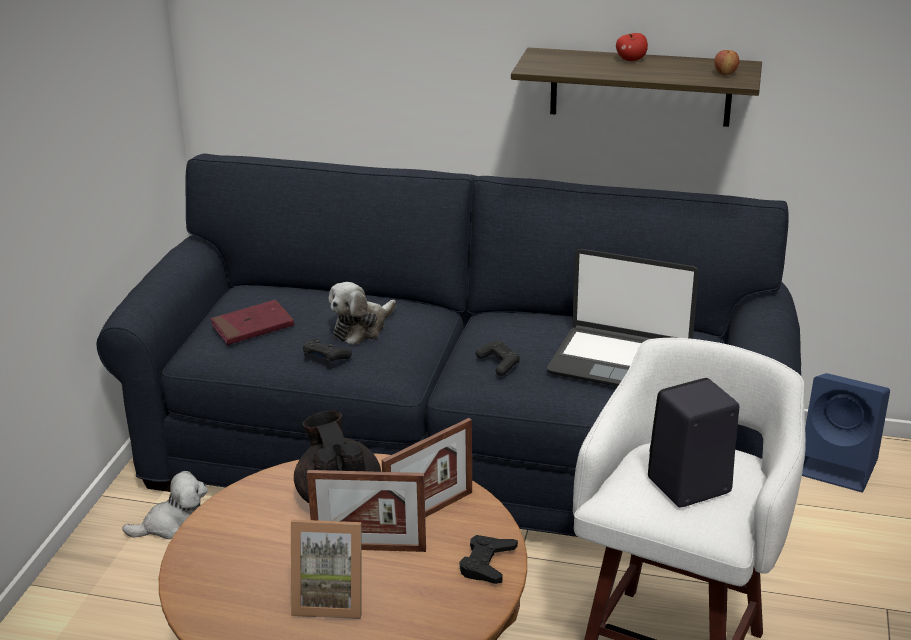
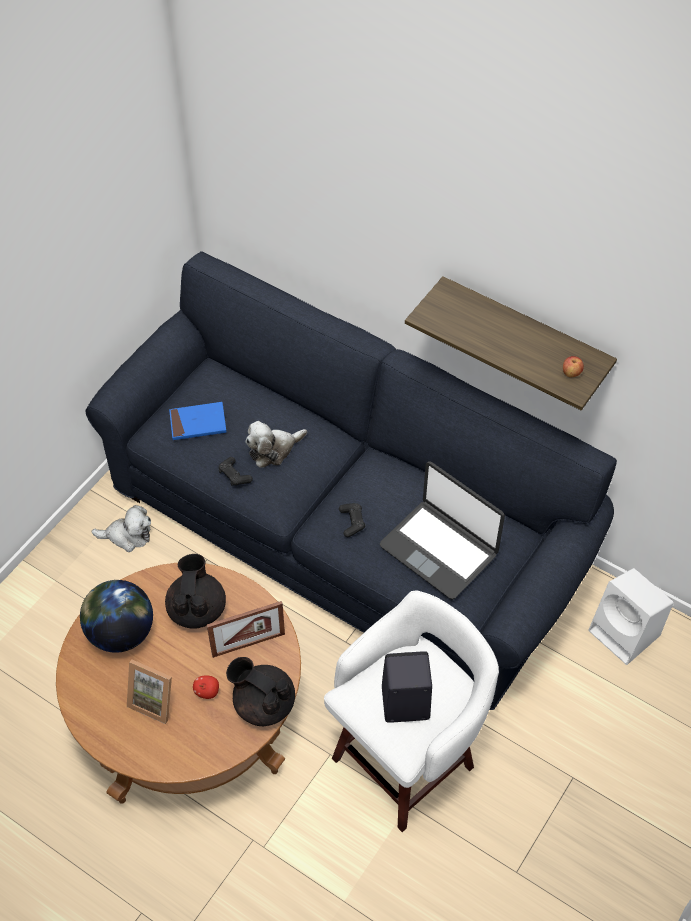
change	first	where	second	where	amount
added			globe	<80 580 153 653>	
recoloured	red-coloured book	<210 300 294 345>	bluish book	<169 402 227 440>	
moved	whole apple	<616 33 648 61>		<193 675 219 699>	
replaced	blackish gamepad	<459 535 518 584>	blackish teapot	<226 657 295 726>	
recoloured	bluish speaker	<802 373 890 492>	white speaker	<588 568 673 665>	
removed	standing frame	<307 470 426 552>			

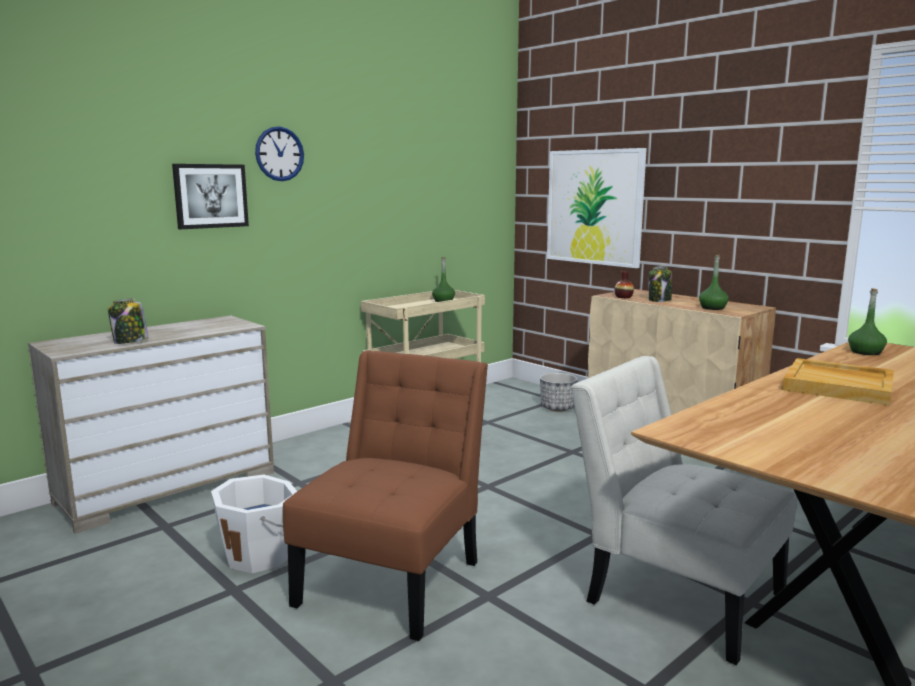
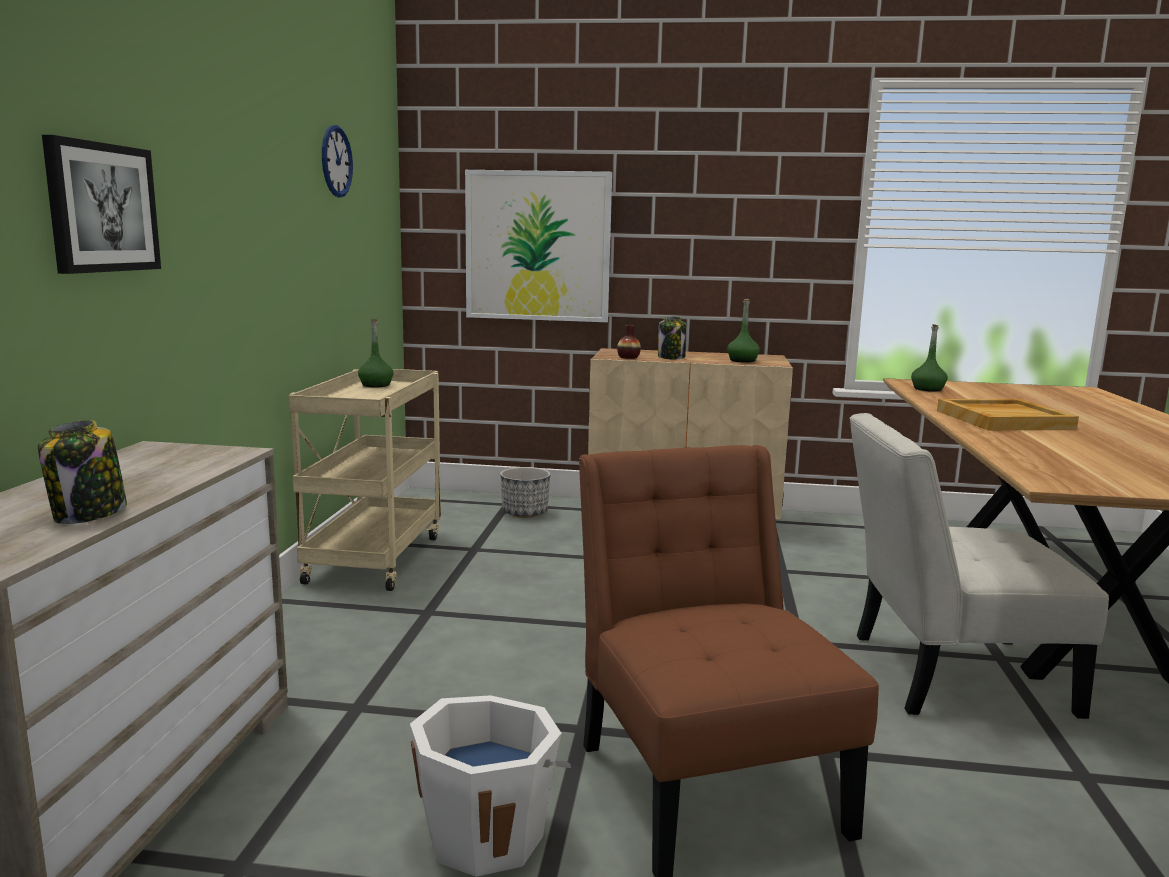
change	first	where	second	where	amount
moved	wall clock	<255 126 304 181>		<322 125 353 197>	

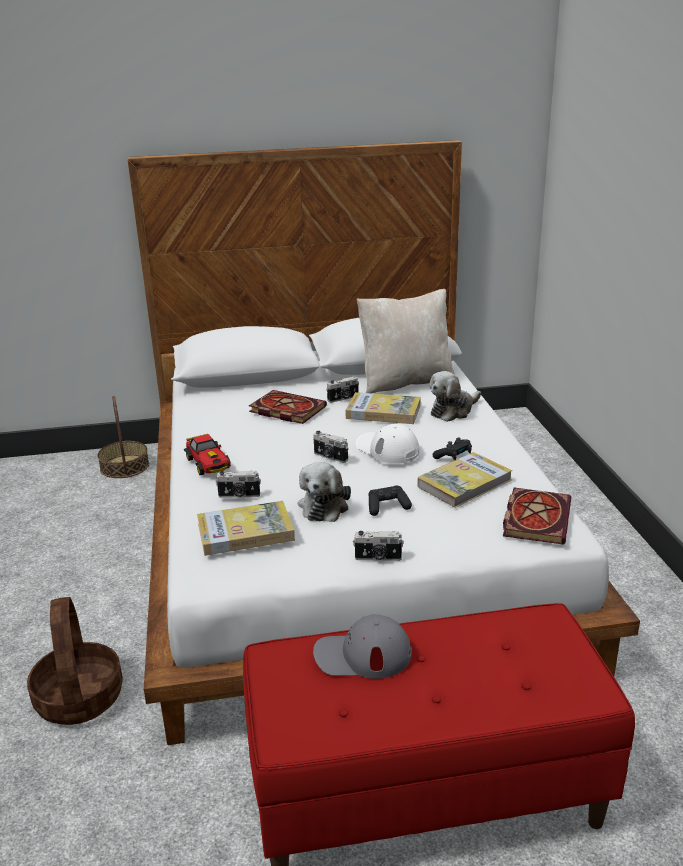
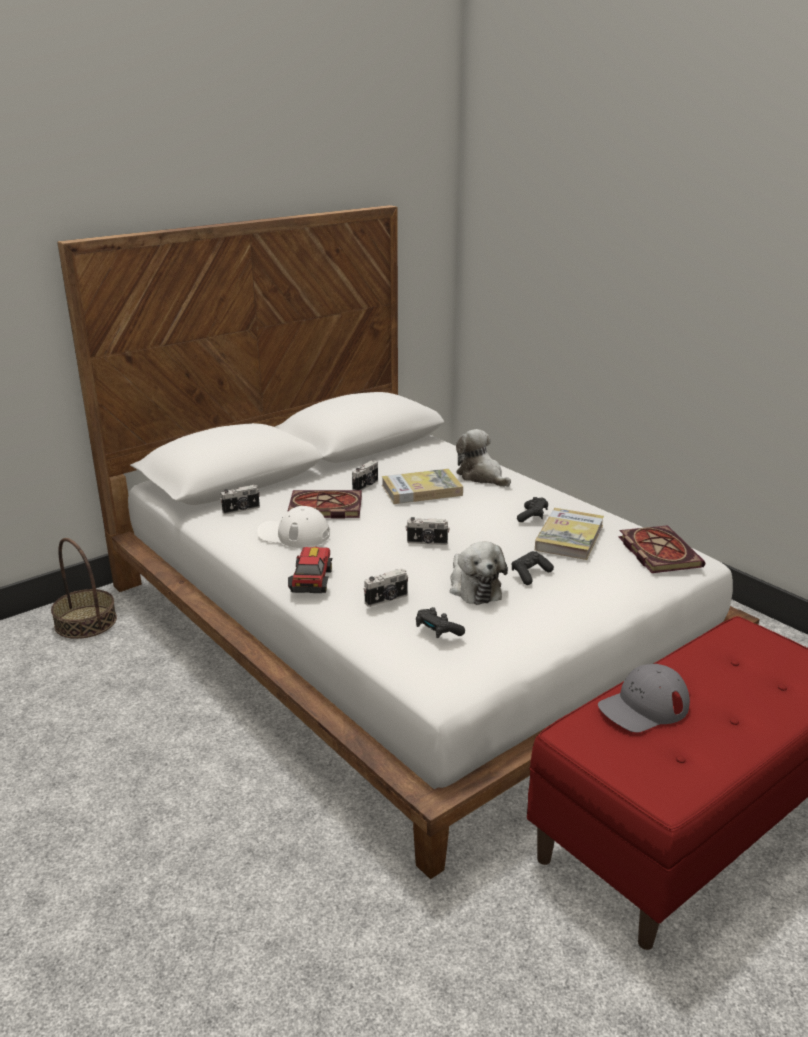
change	first	where	second	where	amount
moved	photo camera	<353 531 404 561>		<220 485 260 514>	
moved	white cap	<355 424 420 464>		<258 506 330 548>	
turned	toy car	<183 434 231 475>		<288 546 332 593>	120 degrees counterclockwise
replaced	book	<197 501 295 556>	blackish gamepad	<416 607 465 638>	
turned	cuddly toy	<429 371 481 422>		<456 429 511 487>	120 degrees clockwise
removed	basket	<27 597 123 725>			
removed	sand-coloured throw pillow	<357 289 455 393>			

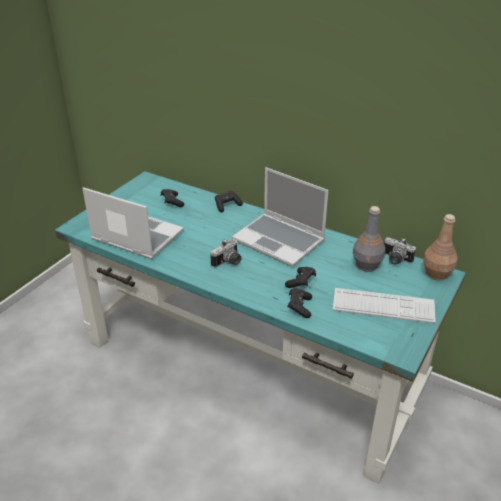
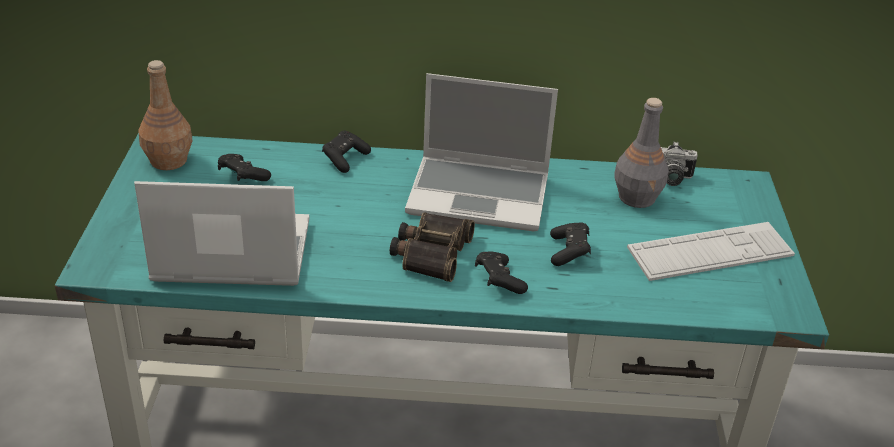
change	first	where	second	where	amount
moved	brown drink bottle	<423 214 458 281>		<139 60 192 170>	
replaced	photo camera	<211 239 241 267>	binoculars	<390 212 475 282>	
moved	blackish gamepad	<287 288 312 318>		<475 251 528 294>	

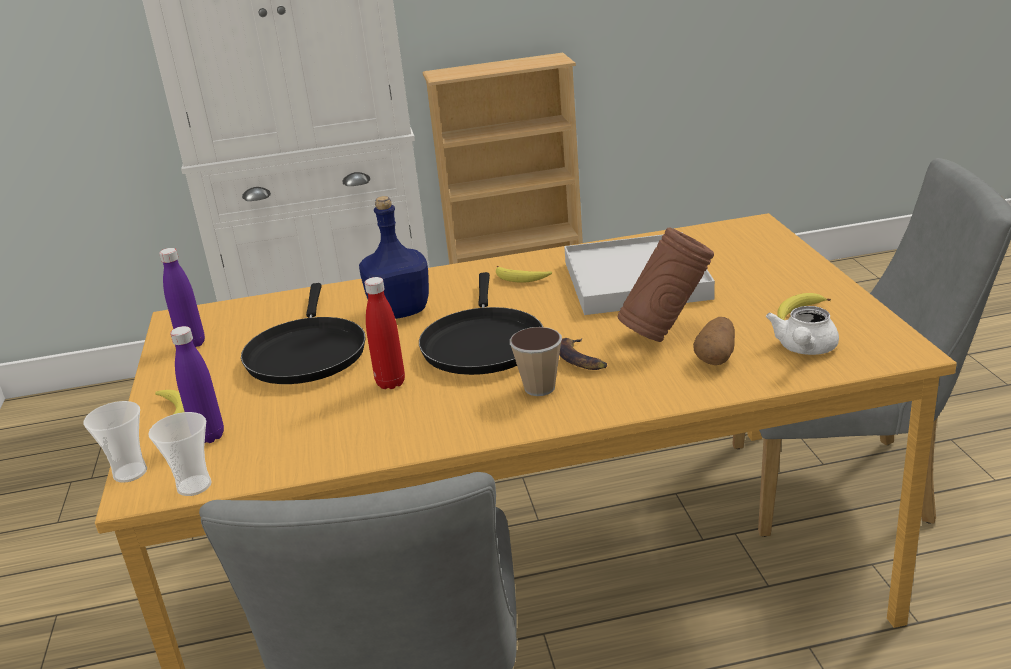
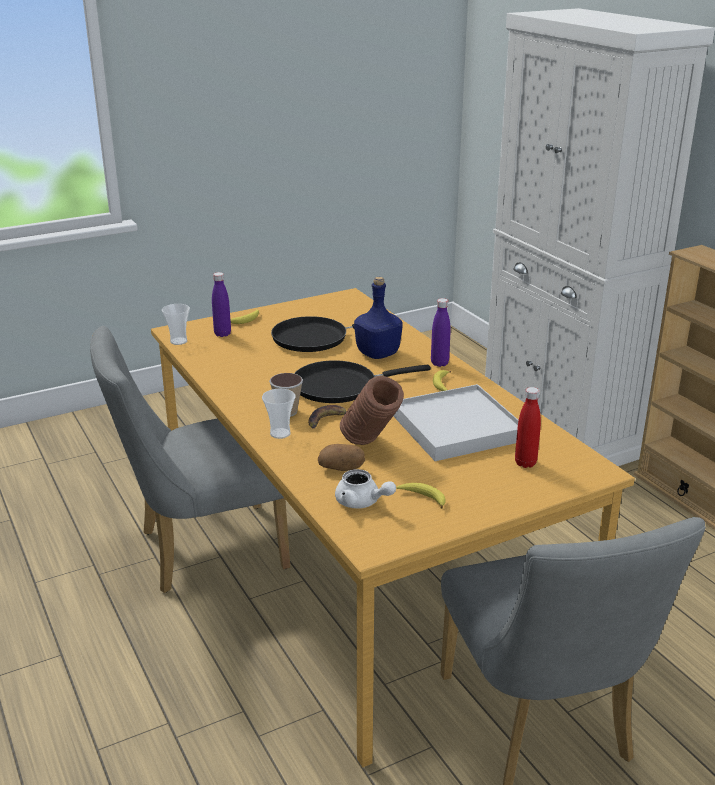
change	first	where	second	where	amount
moved	small cup	<83 401 147 483>		<262 389 296 439>	
turned	white teapot	<766 306 839 355>		<335 469 396 509>	150 degrees counterclockwise
moved	purple drink bottle	<159 248 205 347>		<431 298 451 367>	
moved	red-coloured drink bottle	<364 277 405 389>		<515 387 541 468>	

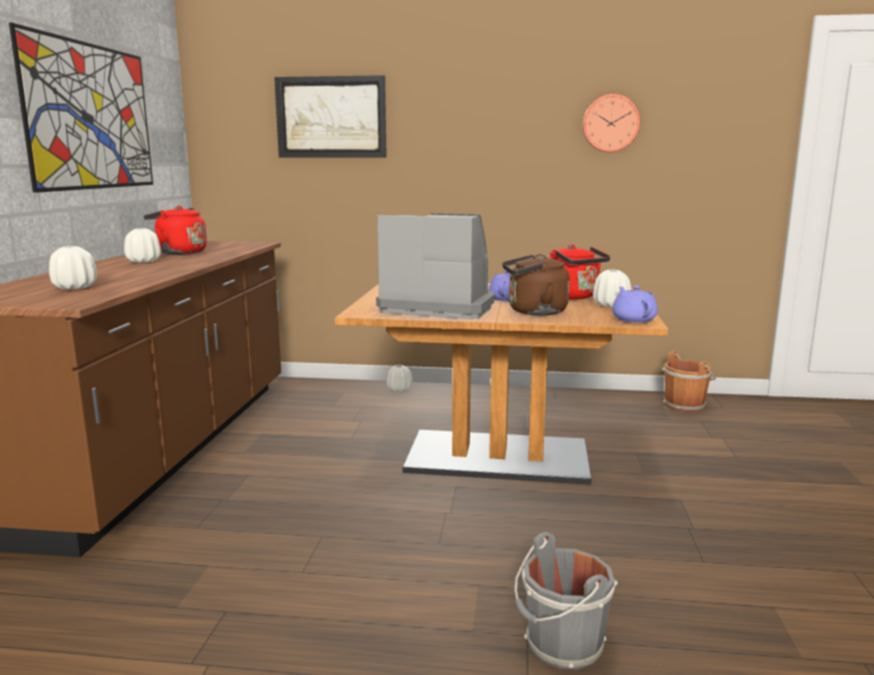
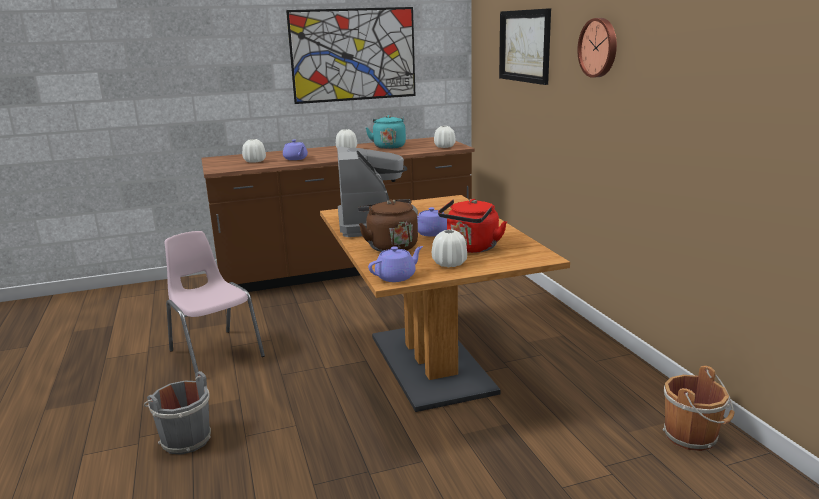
change	first	where	second	where	amount
added			pink upright chair	<164 231 265 373>	
added			purple teapot	<283 140 308 160>	
recoloured	red-coloured water kettle	<144 206 207 254>	turquoise water kettle	<366 115 406 149>	
moved	white decorative vase	<387 365 413 392>		<434 126 455 148>	
moved	wall clock	<583 94 640 152>		<578 18 617 78>	

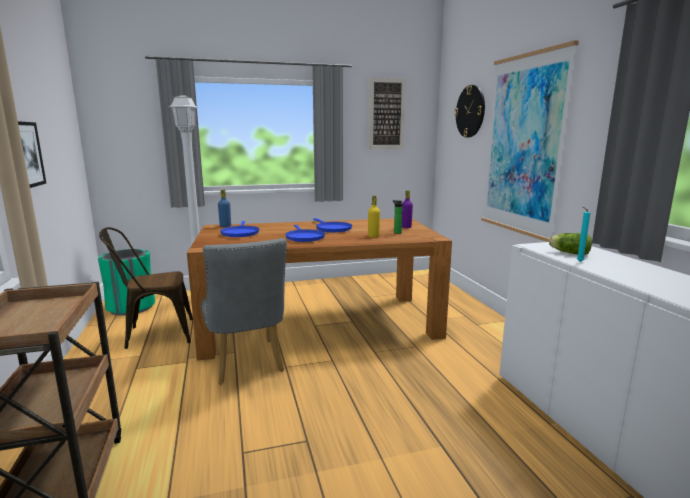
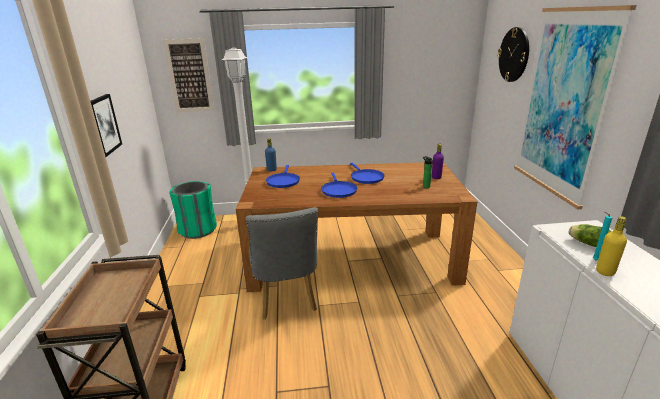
change	first	where	second	where	amount
moved	wall art	<369 77 406 149>		<163 38 214 112>	
moved	yellowish drink bottle	<368 196 380 237>		<596 216 627 276>	
removed	brown upright chair	<99 227 193 349>			

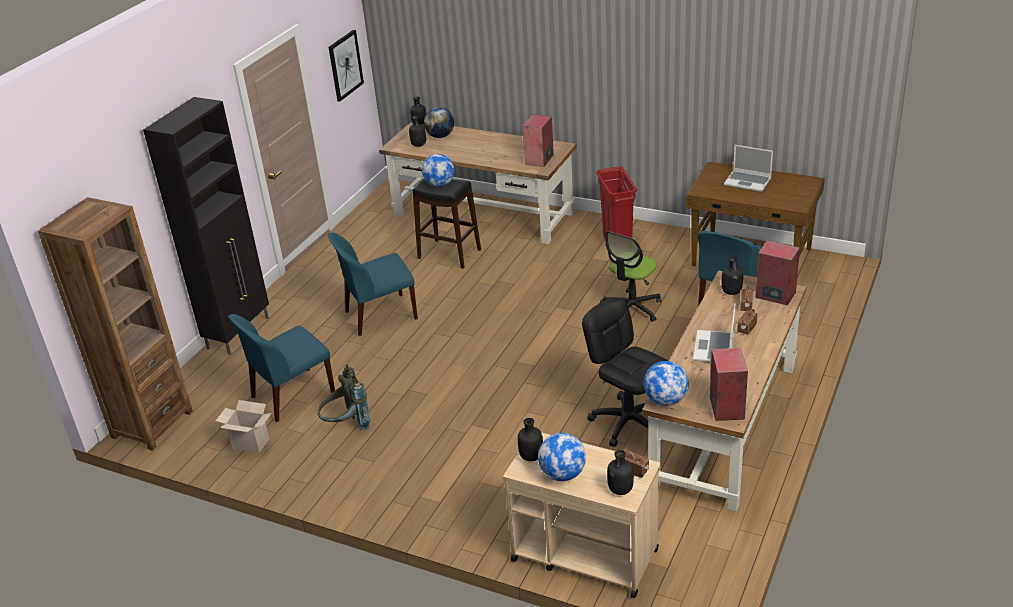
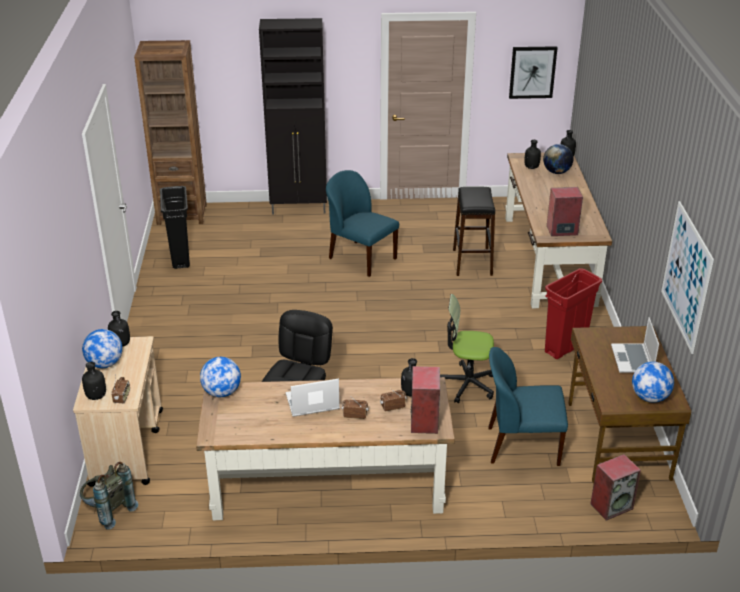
change	first	where	second	where	amount
moved	greyish knapsack	<317 364 370 430>		<80 462 138 530>	
replaced	packing box	<216 400 271 453>	blackish waste bin	<160 186 190 269>	
moved	speaker	<710 348 748 421>		<590 454 641 521>	
moved	globe	<422 154 455 187>		<632 362 674 403>	
added			wall art	<661 201 714 354>	
removed	bluish upright chair	<228 314 335 422>			

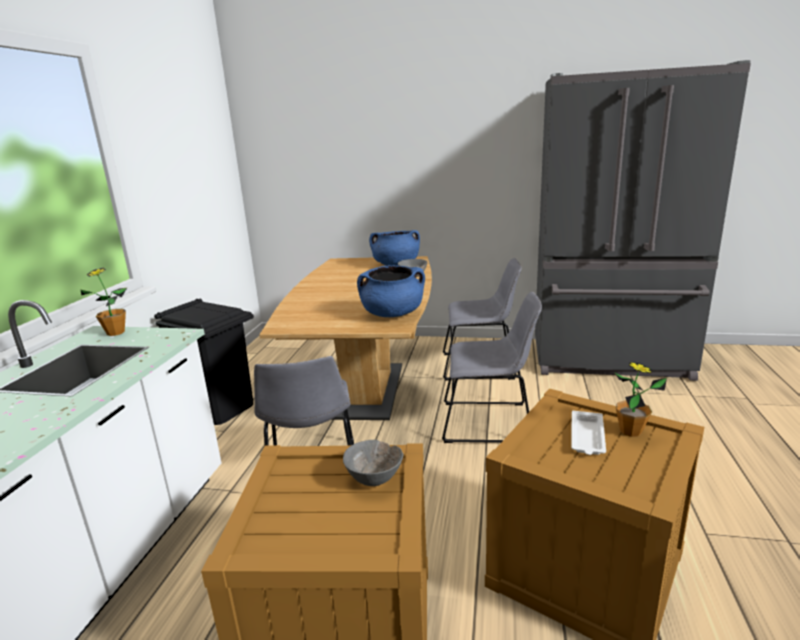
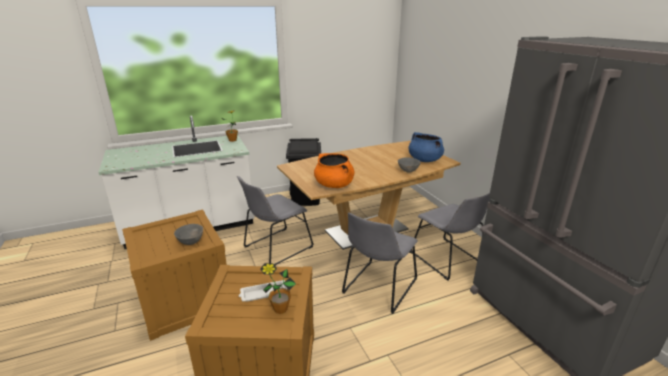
change	first	where	second	where	amount
recoloured	bluish stockpot	<357 265 425 317>	orange stockpot	<314 153 355 188>	
turned	greyish upright chair	<442 292 542 443>		<342 212 418 314>	60 degrees clockwise

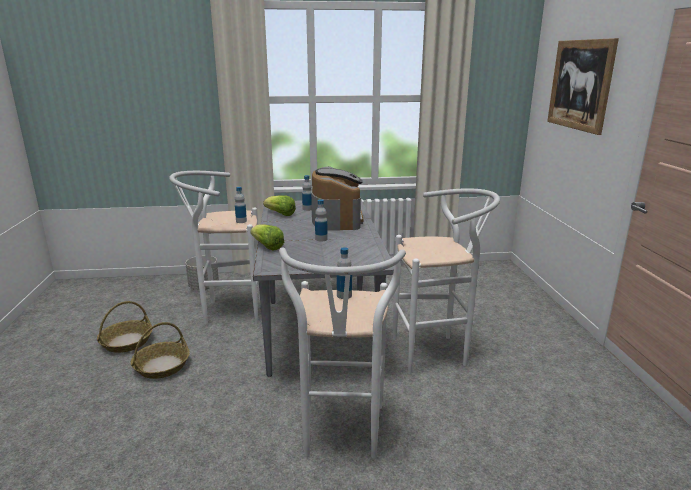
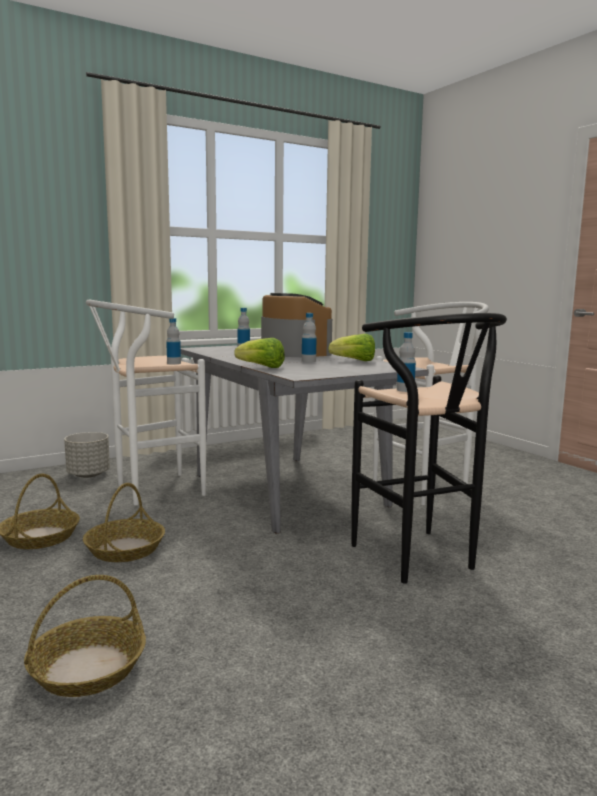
change	first	where	second	where	amount
added			basket	<24 575 146 697>	
moved	lettuce	<263 195 296 216>		<328 334 375 361>	
recoloured	white stool	<279 247 406 459>	blackish stool	<352 313 507 584>	
removed	wall art	<547 38 619 135>			

